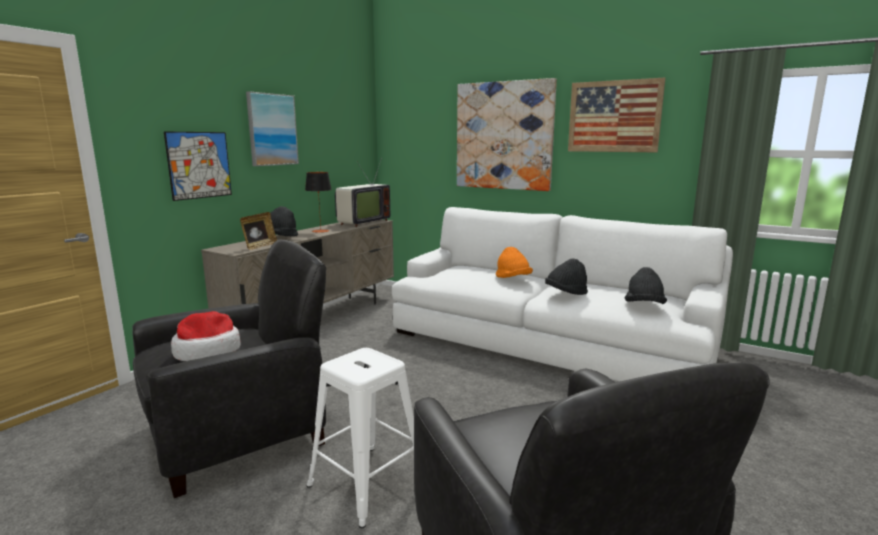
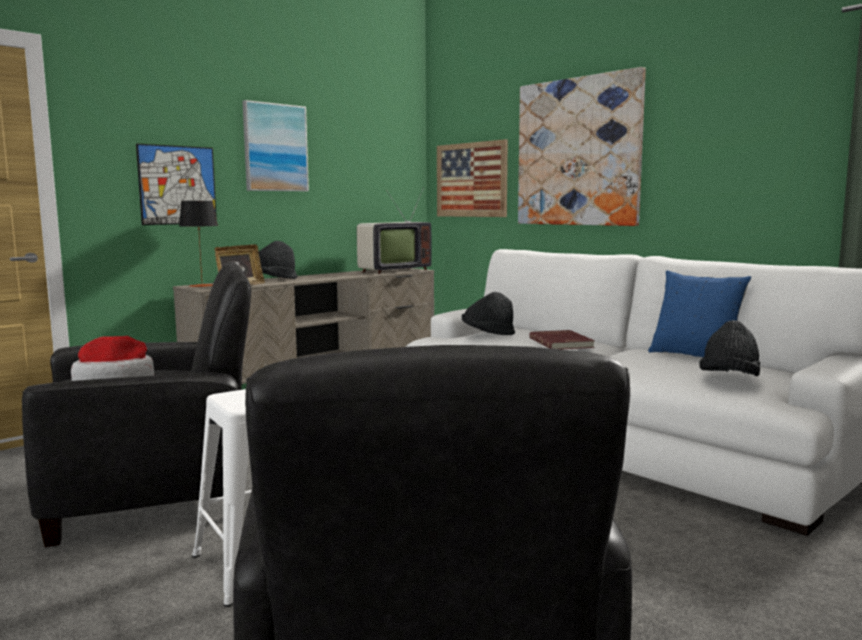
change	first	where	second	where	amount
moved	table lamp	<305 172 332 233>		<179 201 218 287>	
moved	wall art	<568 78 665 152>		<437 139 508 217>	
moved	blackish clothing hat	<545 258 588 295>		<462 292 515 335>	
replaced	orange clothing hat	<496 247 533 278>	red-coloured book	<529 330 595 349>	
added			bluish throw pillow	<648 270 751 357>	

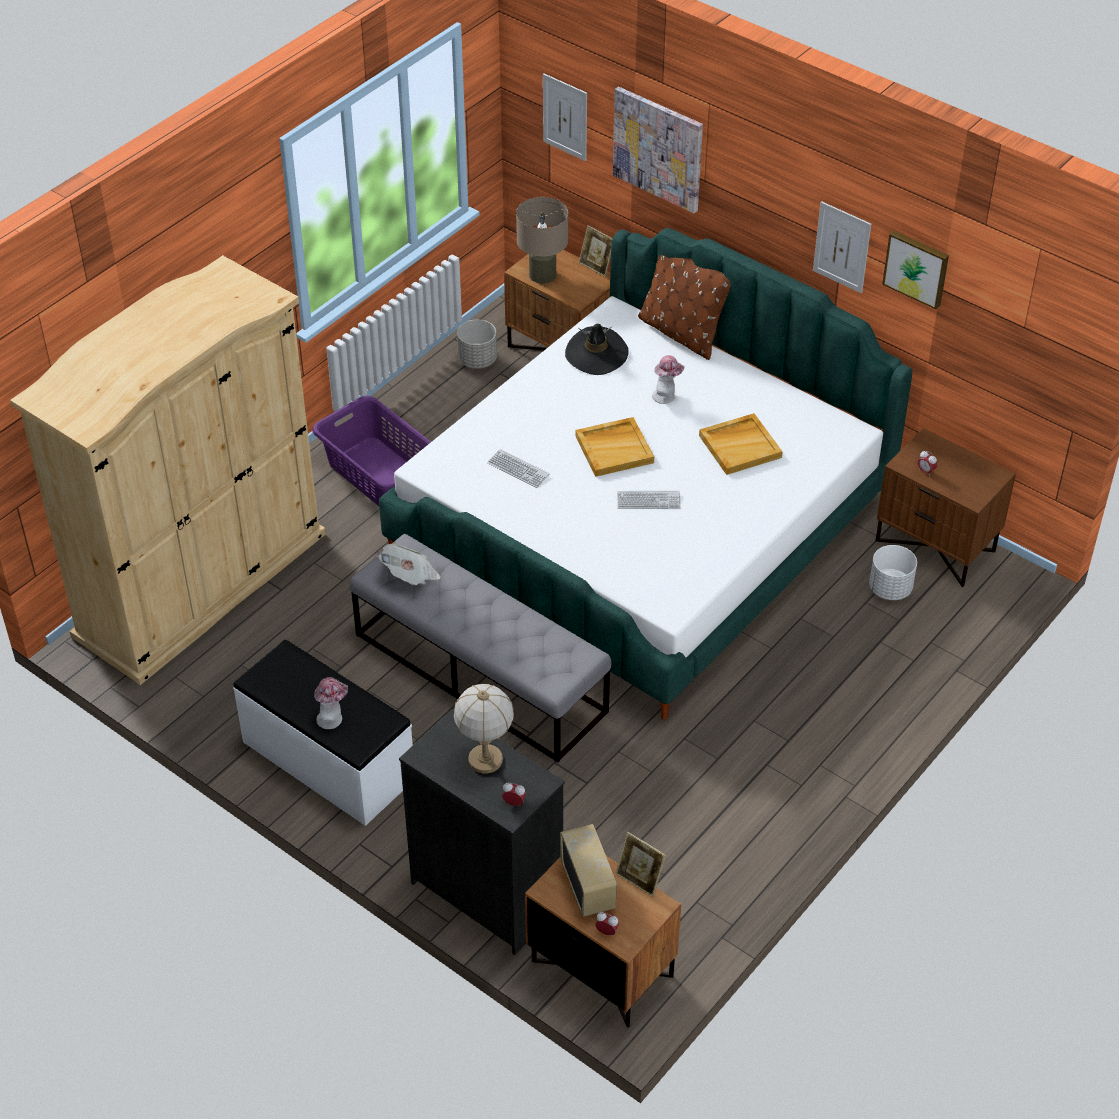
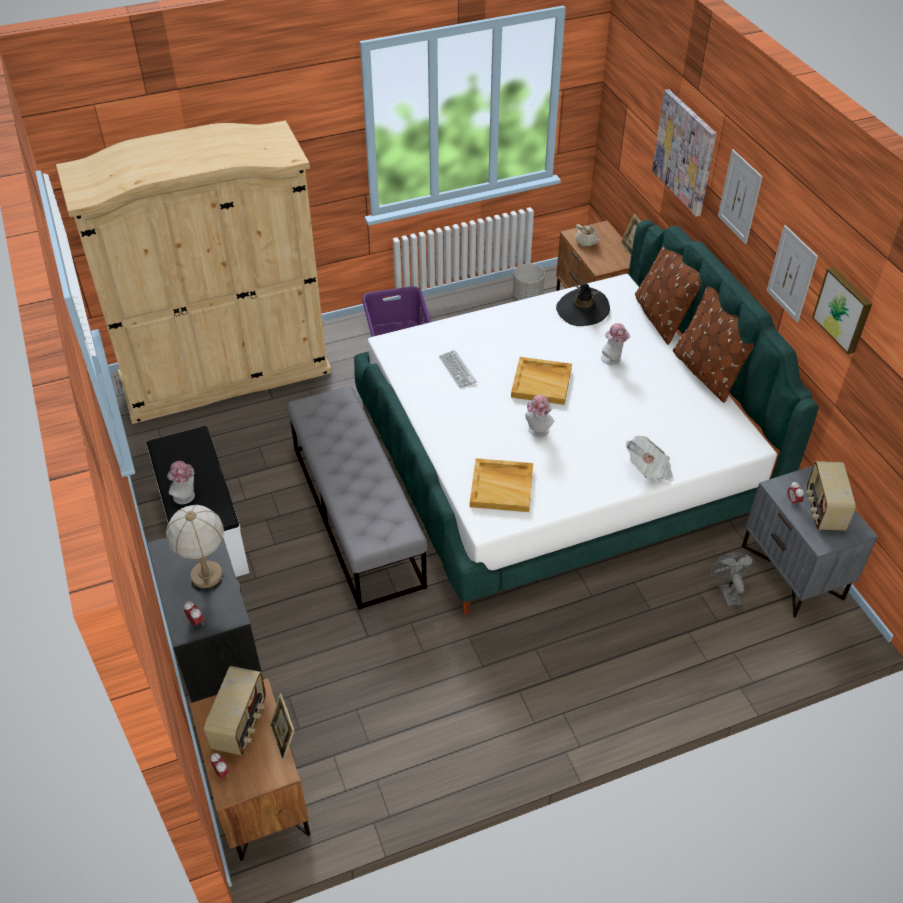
change	first	where	second	where	amount
moved	sand-coloured tray	<699 413 783 475>		<470 458 533 512>	
replaced	PC keyboard	<617 491 681 509>	clothing hat	<525 395 554 437>	
replaced	sand-coloured table lamp	<516 197 568 284>	sand-coloured teapot	<575 224 600 247>	
moved	newspaper	<378 543 441 585>		<626 436 674 482>	
added			brown throw pillow	<673 286 754 403>	
replaced	white flower pot	<869 545 917 600>	greyish electric fan	<711 552 755 606>	
moved	wall art	<543 74 587 161>		<718 150 763 244>	
recoloured	brown nightstand	<876 428 1016 587>	greyish nightstand	<742 466 878 618>	
added			radio receiver	<806 461 856 531>	

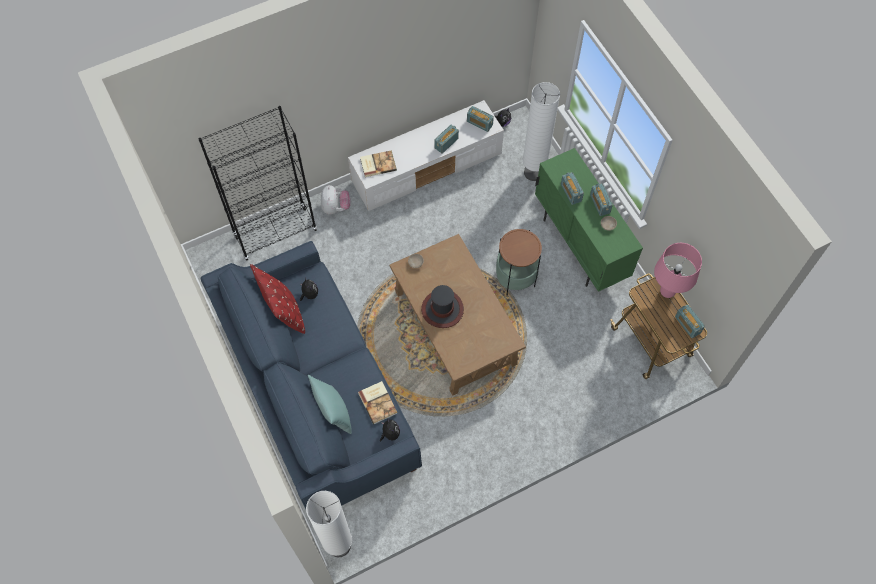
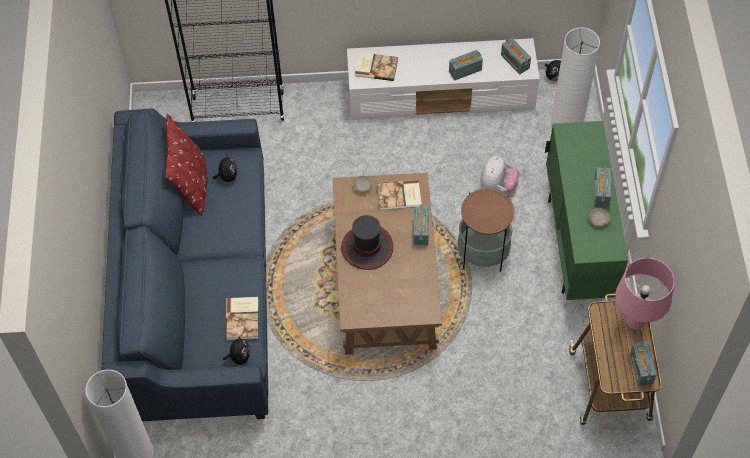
change	first	where	second	where	amount
added			book	<377 180 422 210>	
moved	radio receiver	<561 172 584 205>		<414 205 429 245>	
moved	cuddly toy	<321 185 350 214>		<480 155 520 192>	
removed	turquoise throw pillow	<308 375 352 434>			

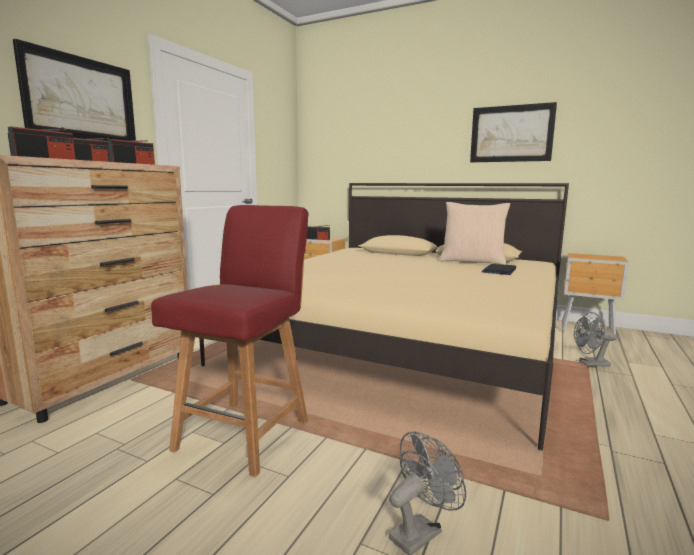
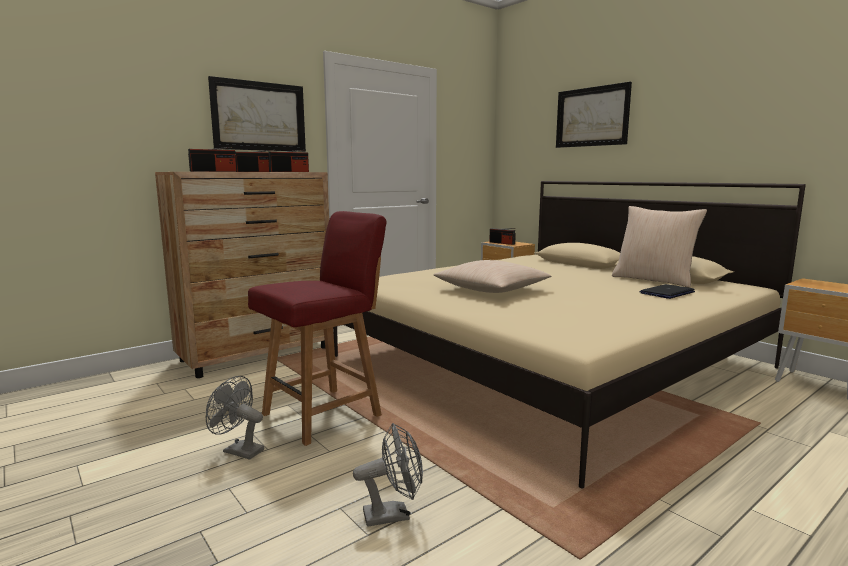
change	first	where	second	where	amount
moved	greyish electric fan	<574 312 617 366>		<206 376 264 460>	
added			sand-coloured throw pillow	<434 260 551 293>	
moved	wall art	<470 102 557 162>		<556 82 632 148>	

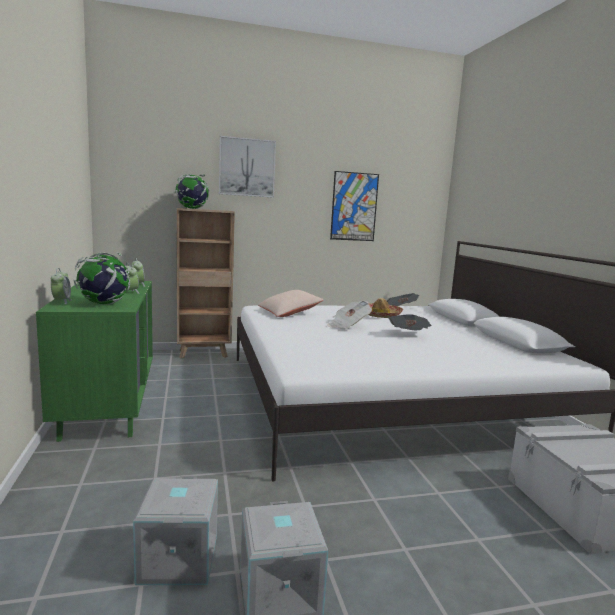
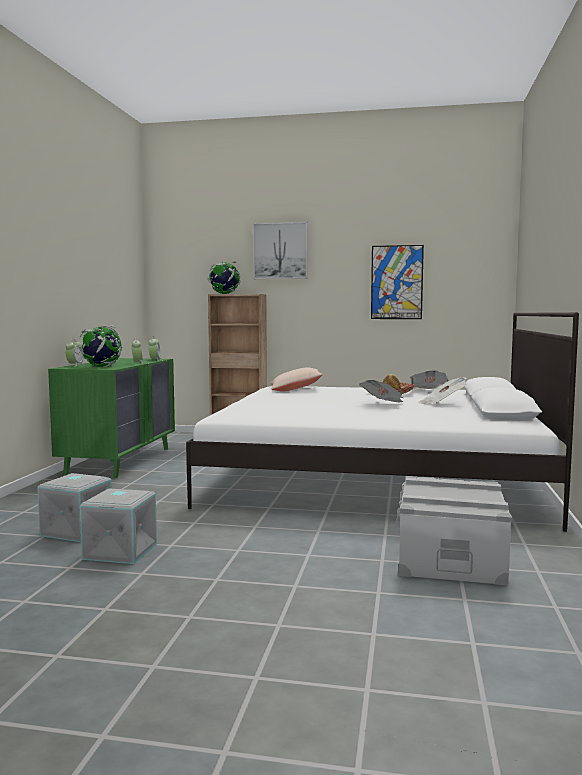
change	first	where	second	where	amount
moved	newspaper	<328 301 372 329>		<418 377 467 404>	

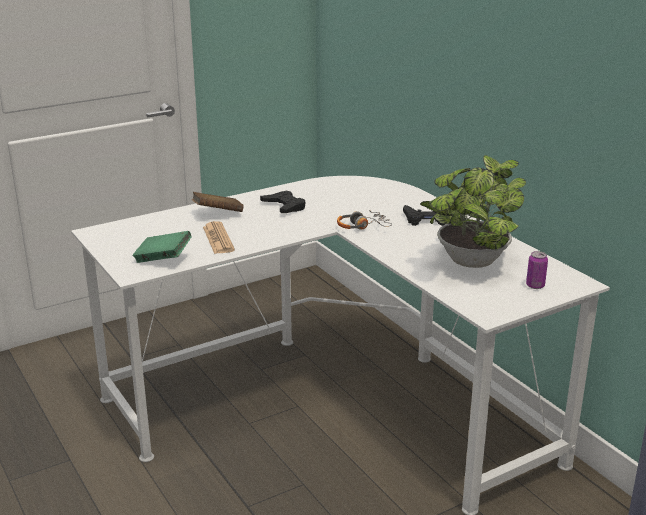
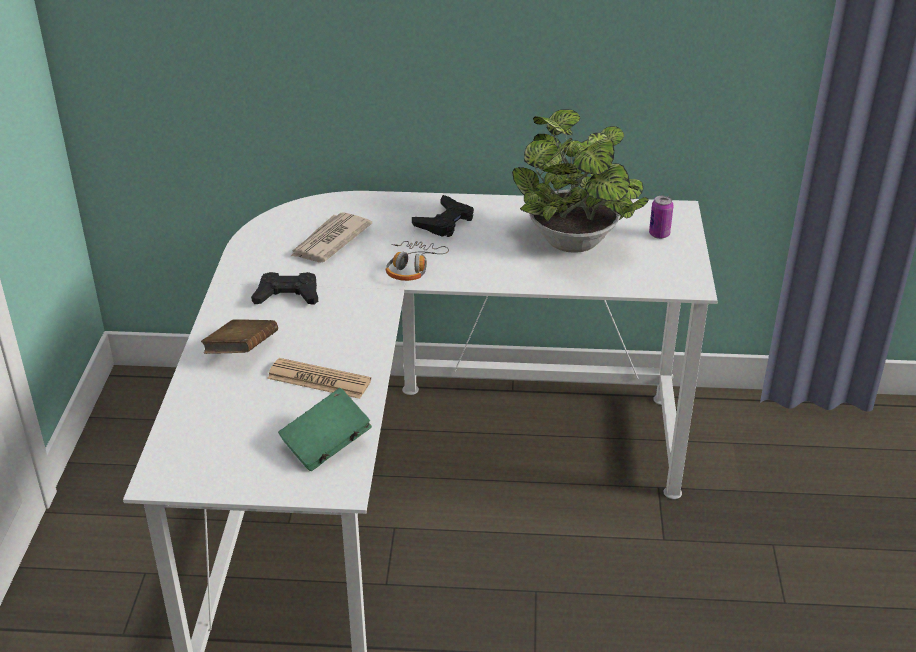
change	first	where	second	where	amount
added			newspaper	<291 212 372 262>	

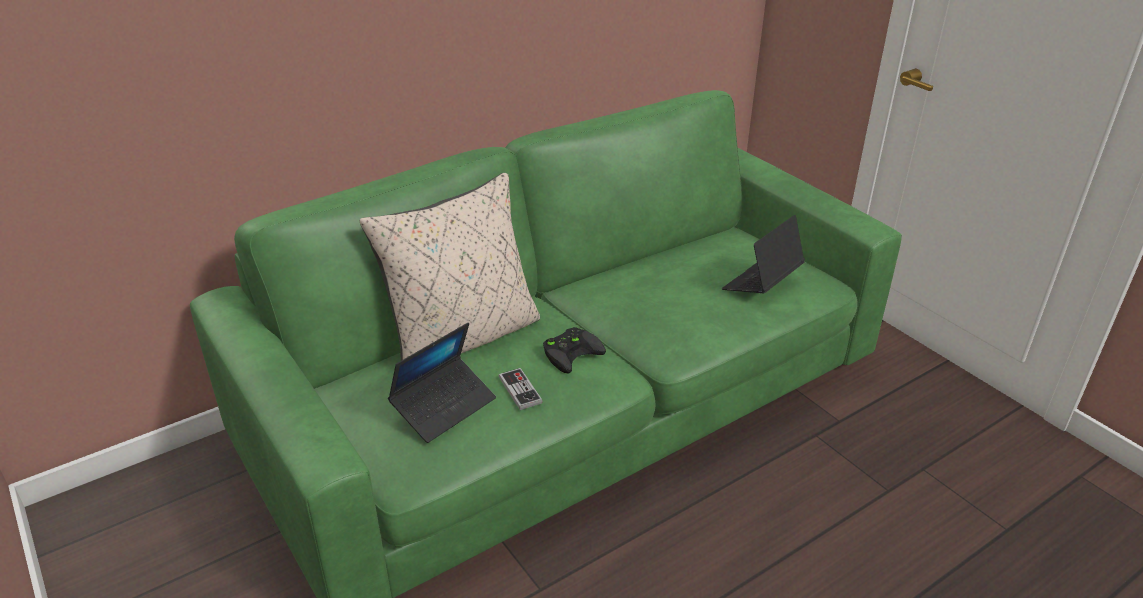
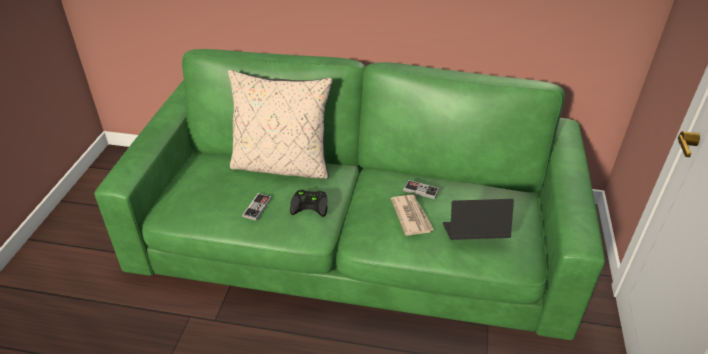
change	first	where	second	where	amount
added			newspaper	<391 195 434 236>	
added			gamepad	<403 180 439 199>	
removed	laptop	<388 322 496 443>			

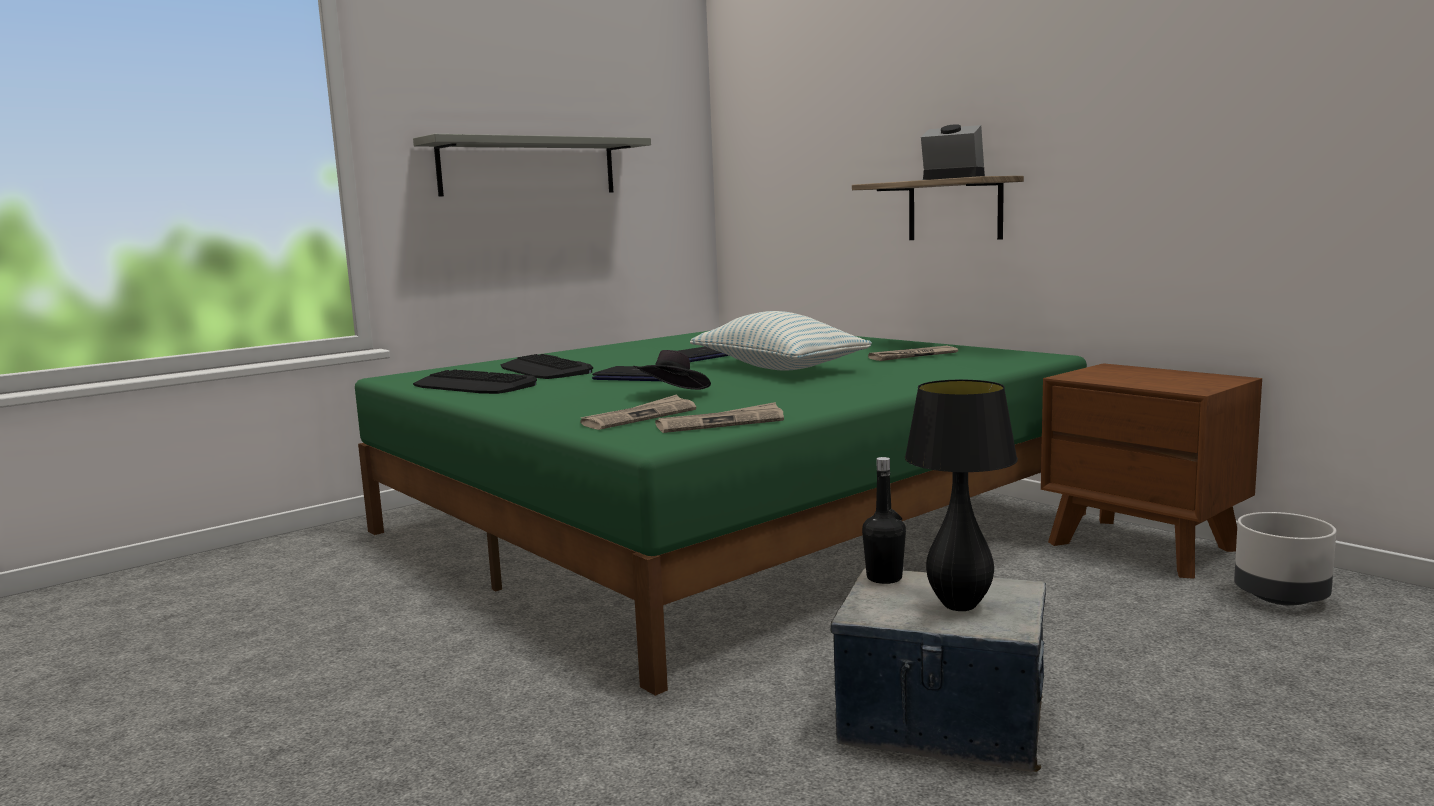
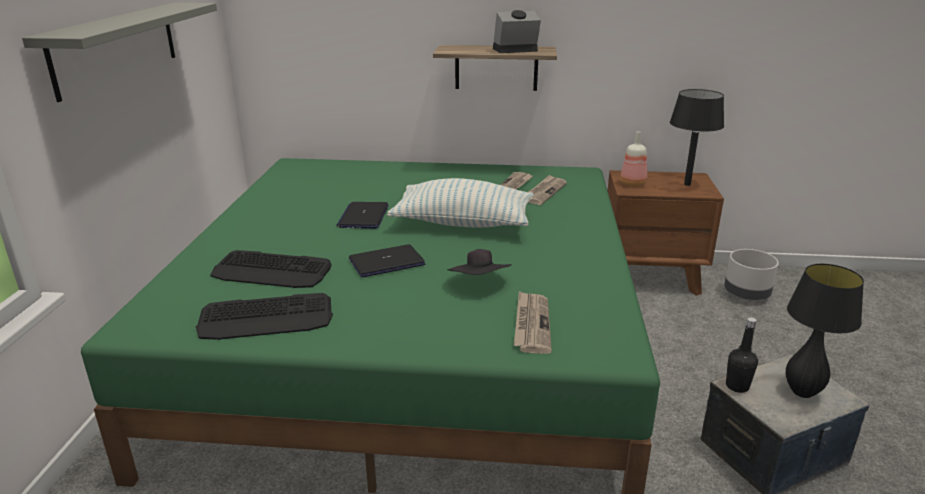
change	first	where	second	where	amount
moved	newspaper	<655 402 784 433>		<528 175 567 205>	
added			drink bottle	<620 131 647 187>	
added			blackish table lamp	<670 89 724 186>	

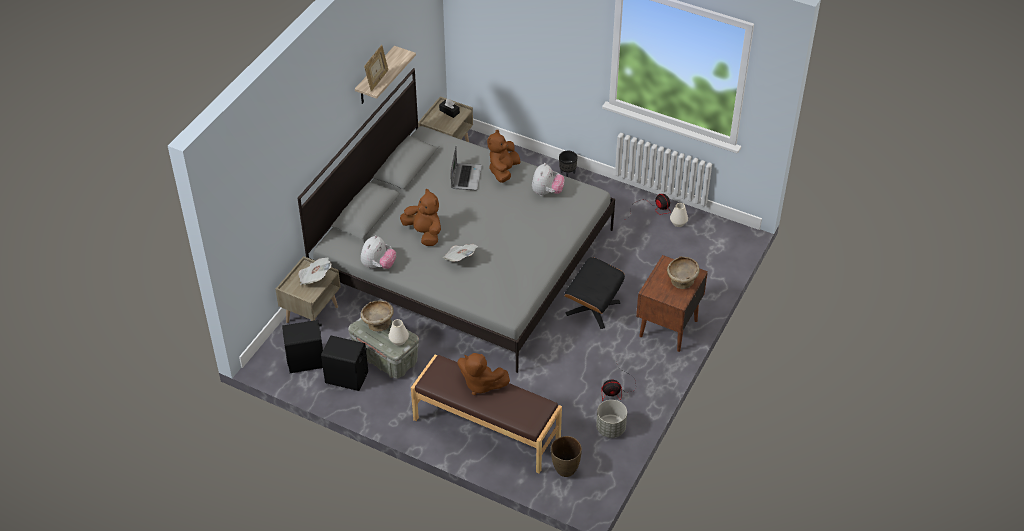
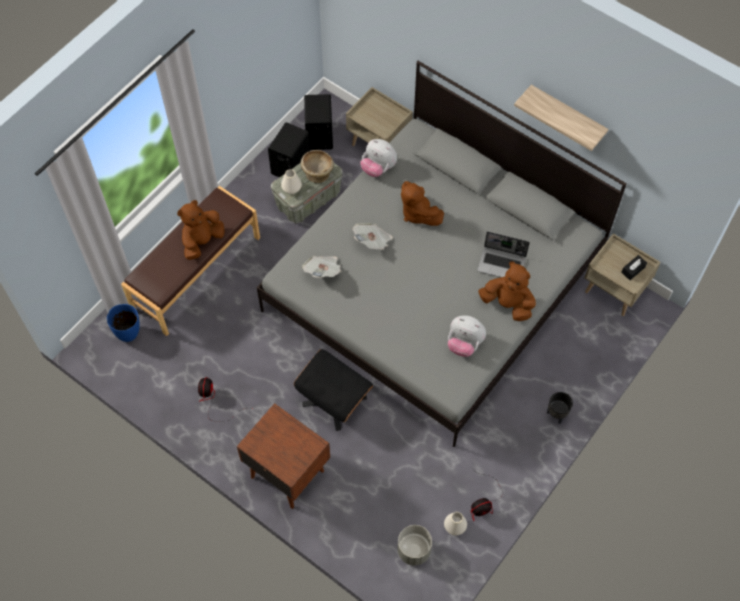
change	first	where	second	where	amount
recoloured	brown decorative vase	<551 436 582 477>	bluish decorative vase	<107 304 140 342>	
moved	newspaper	<298 257 331 285>		<302 256 341 278>	
moved	greyish flower pot	<596 400 627 438>		<398 525 432 566>	
turned	brown cuddly toy	<400 189 441 246>		<401 181 444 226>	90 degrees clockwise
removed	standing frame	<364 45 388 91>			
removed	sand-coloured serving bowl	<667 256 700 289>			

